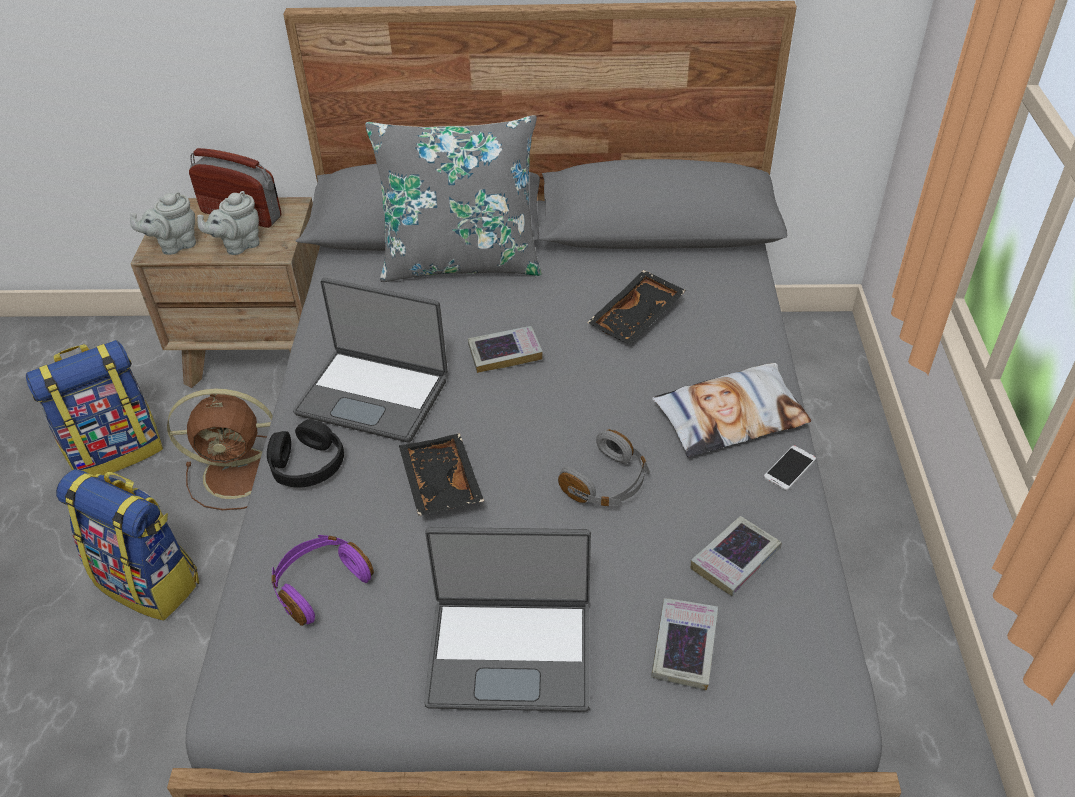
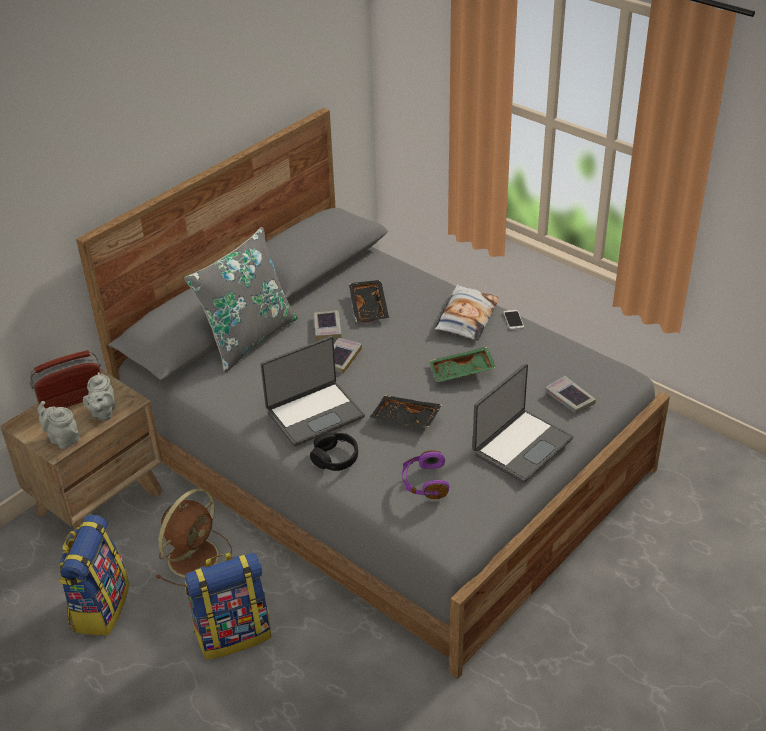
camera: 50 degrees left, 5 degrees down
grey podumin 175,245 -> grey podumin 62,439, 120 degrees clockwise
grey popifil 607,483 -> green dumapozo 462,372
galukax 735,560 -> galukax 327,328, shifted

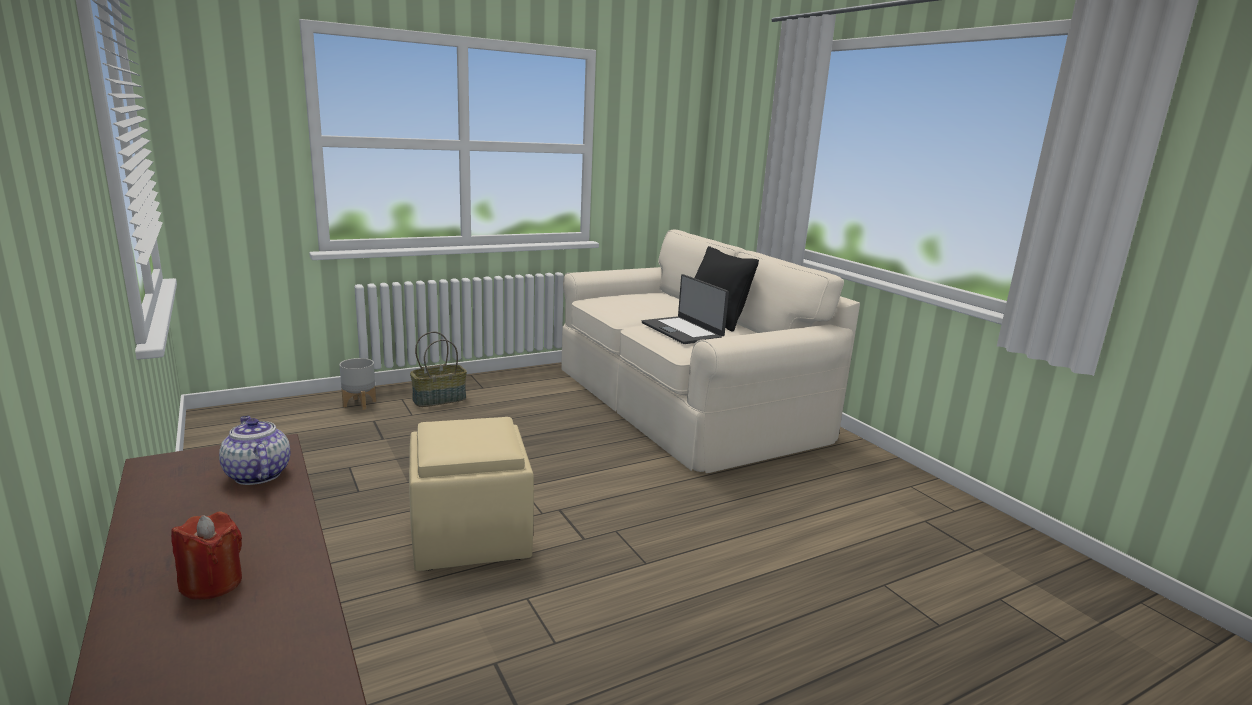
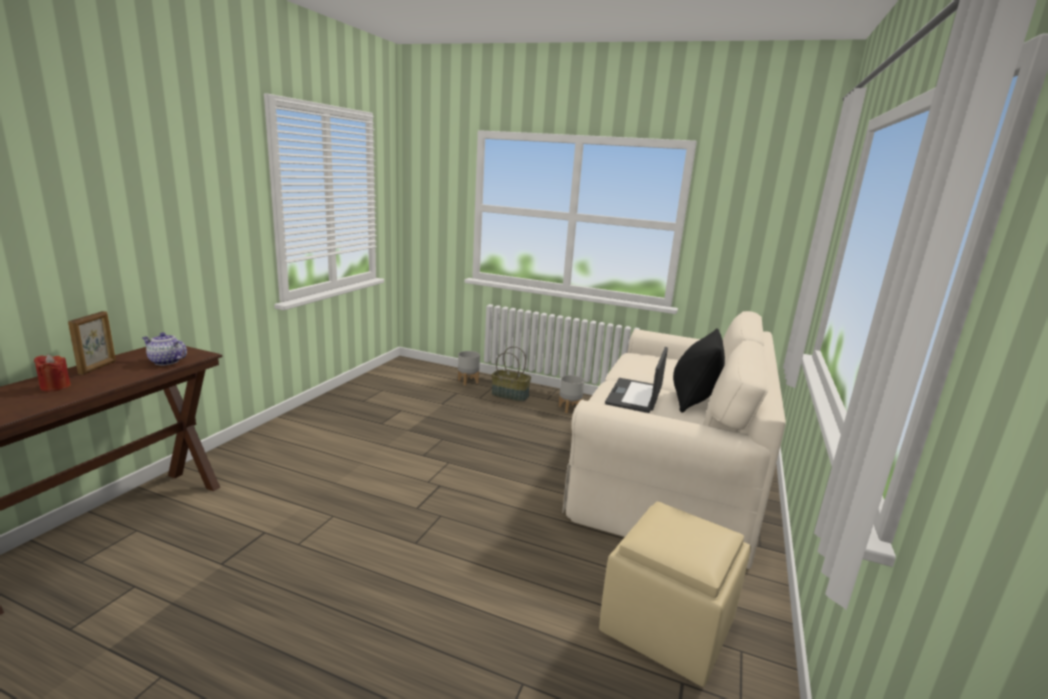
camera: 50 degrees right, 0 degrees up
podumin 257,474 -> podumin 165,362, 90 degrees counterclockwise
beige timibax 469,536 -> beige timibax 666,625, shifted
none -> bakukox 98,367
none -> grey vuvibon 569,408

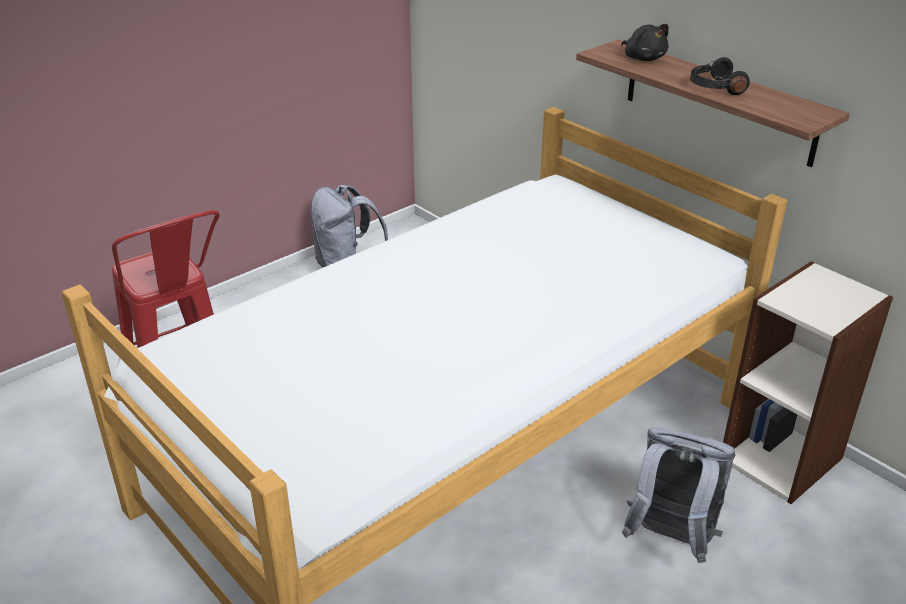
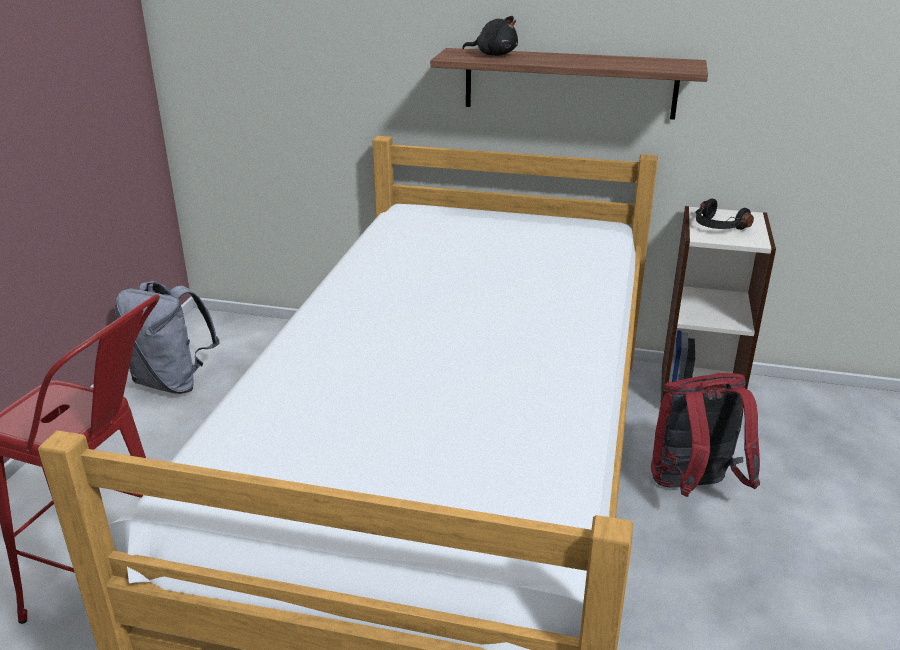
camera: 35 degrees left, 5 degrees down
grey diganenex 670,539 -> red diganenex 693,488
black popifil 714,87 -> black popifil 717,227, shifted

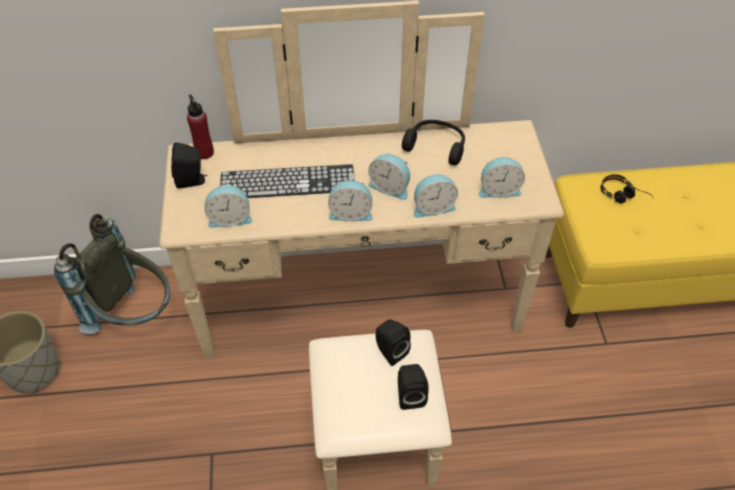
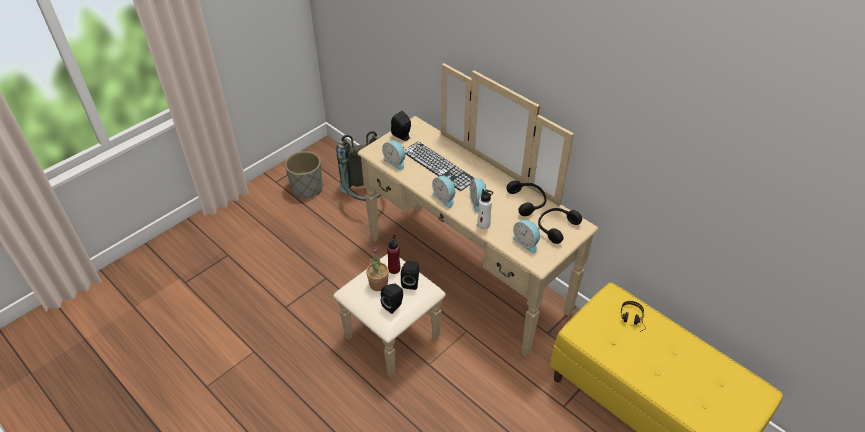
camera: 50 degrees right, 5 degrees down
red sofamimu 204,152 -> red sofamimu 394,269, shifted
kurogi 433,207 -> white sofamimu 483,224
none -> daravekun 378,284
none -> black popifil 556,227

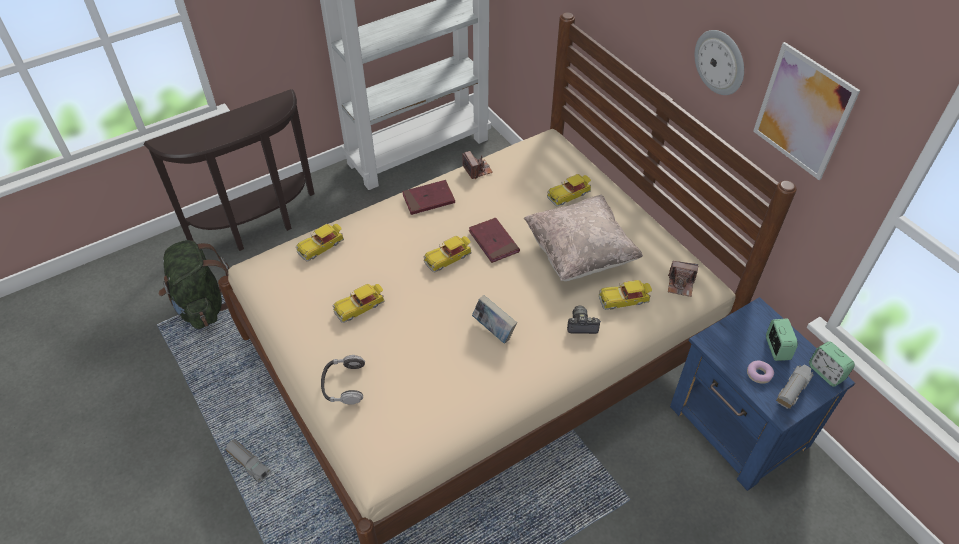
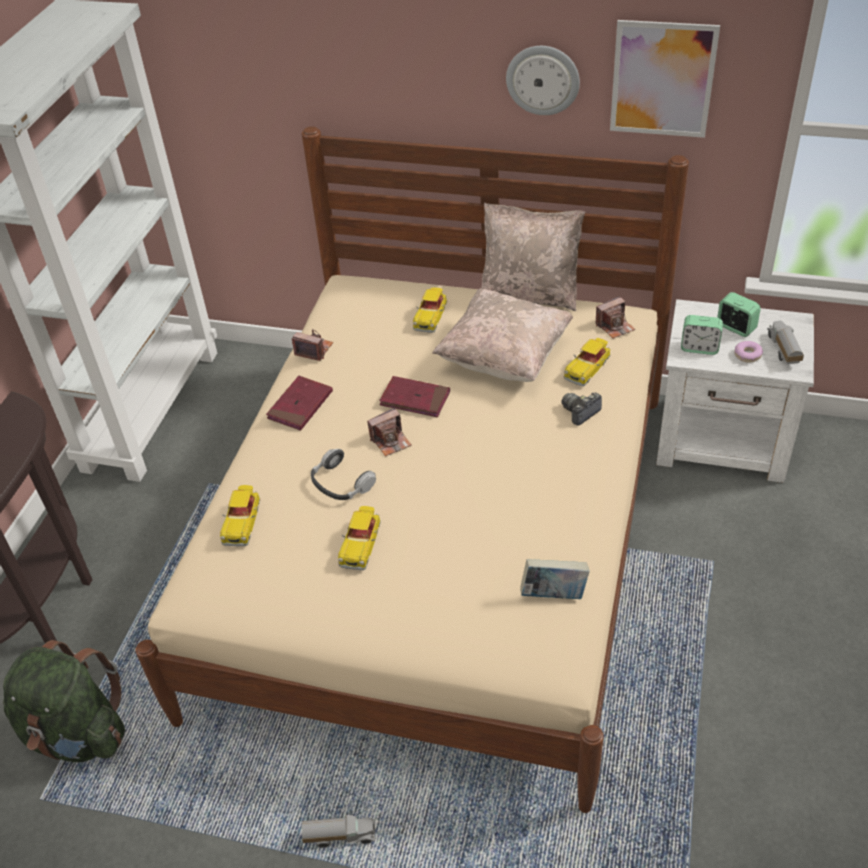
camera: 40 degrees left, 5 degrees down
popifil 343,384 -> popifil 341,483, shifted
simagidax 448,258 -> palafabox 390,441
galukax 493,330 -> galukax 553,595, shifted
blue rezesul 739,428 -> white rezesul 724,441
kurogi 826,372 -> kurogi 699,348, shifted
none -> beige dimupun 530,294

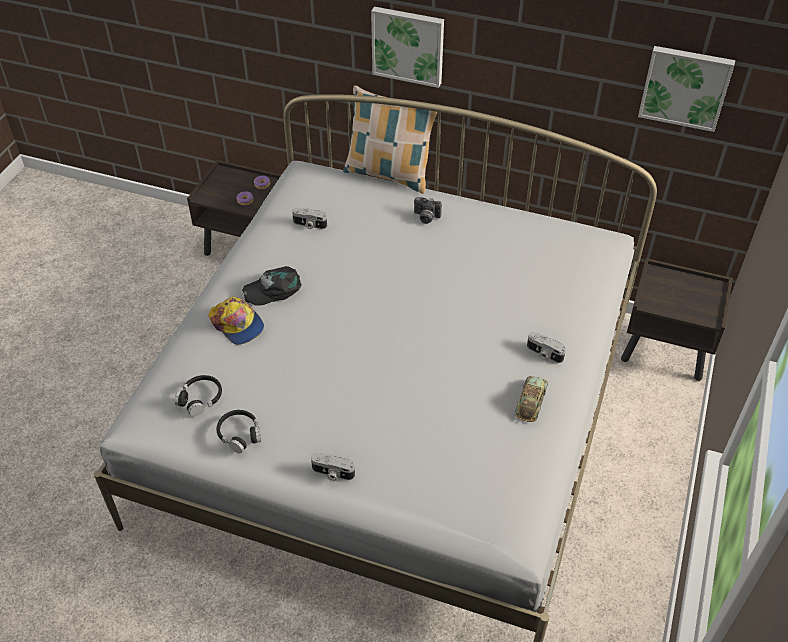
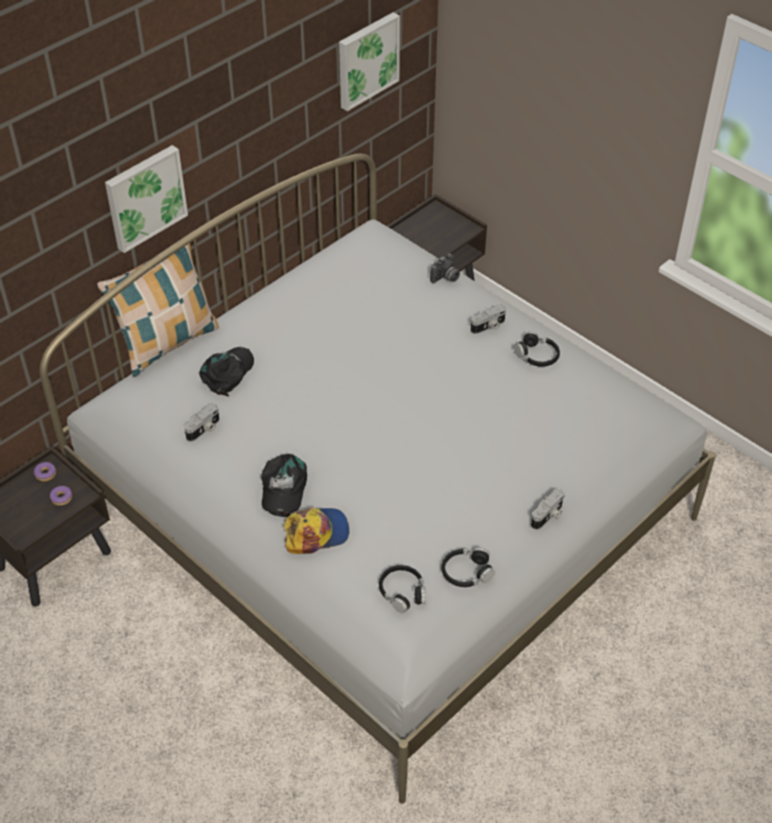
camera: 65 degrees left, 0 degrees up
palafabox 426,218 -> palafabox 446,278, shifted
simagidax 531,401 -> black popifil 537,355
none -> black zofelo 228,372

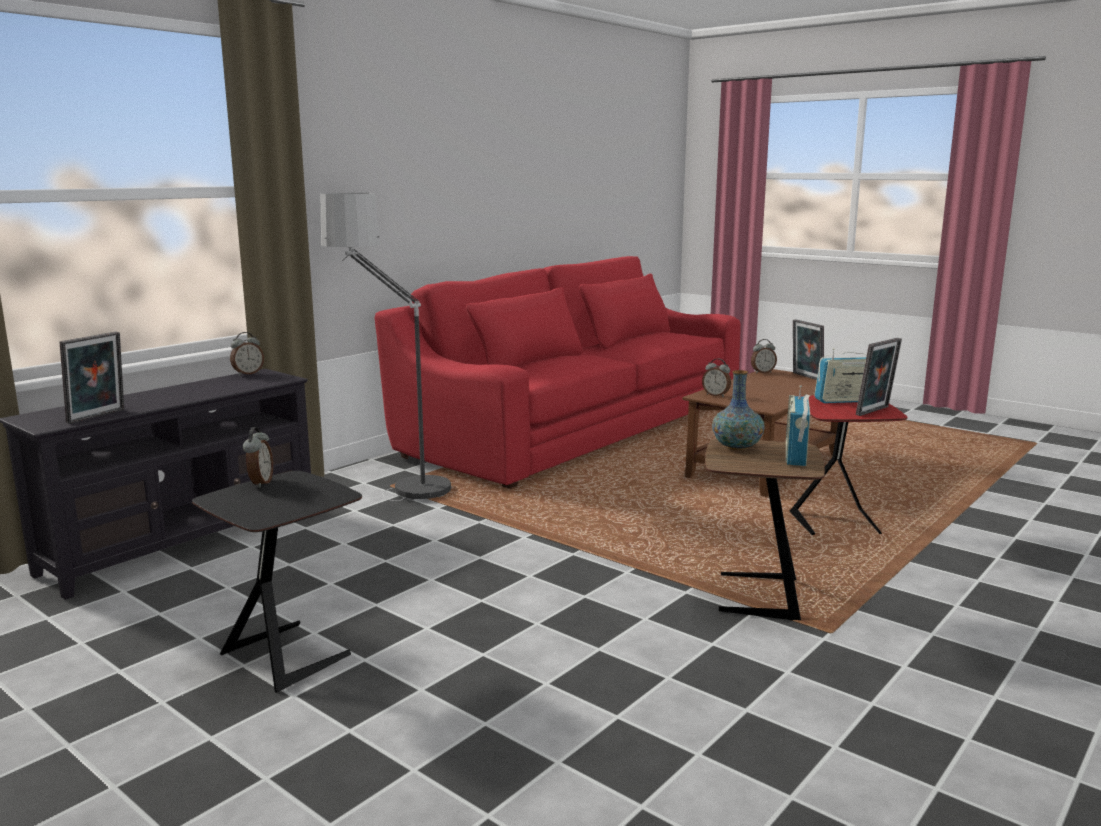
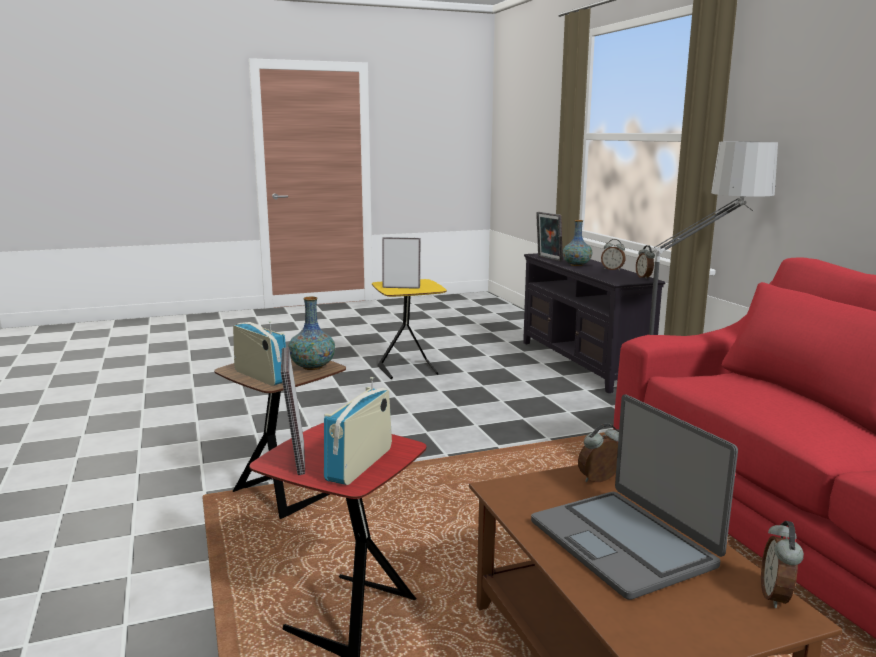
camera: 120 degrees right, 0 degrees up
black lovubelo 289,654 -> yellow lovubelo 409,371
kurogi 260,483 -> kurogi 612,269, shifted
bakukox 806,377 -> bakukox 401,287, shifted
none -> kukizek 623,543
none -> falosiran 576,265

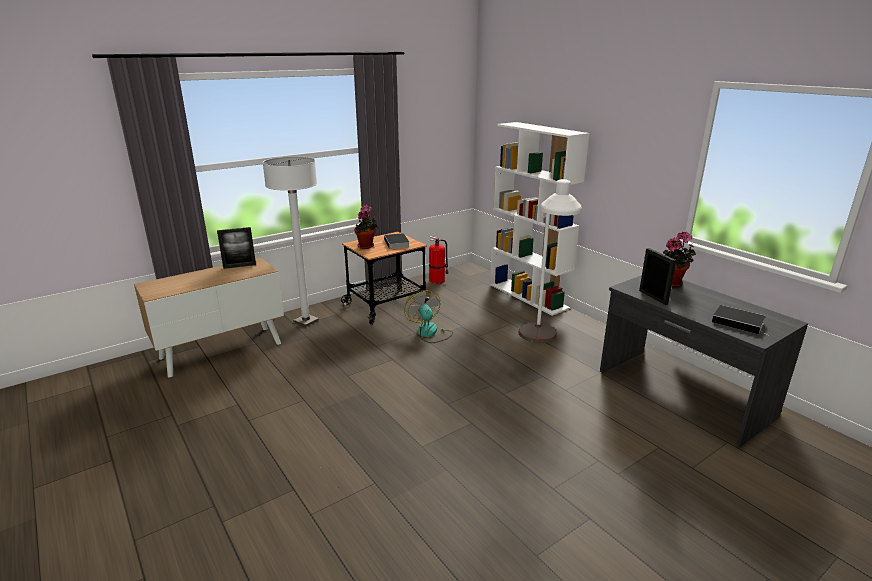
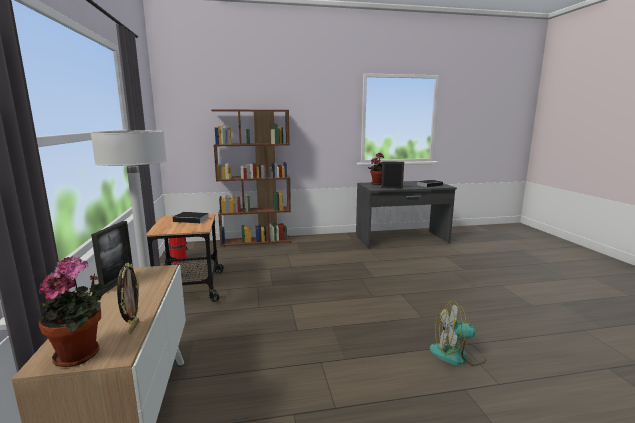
camera: 65 degrees left, 10 degrees down
daravekun 367,246 -> daravekun 81,354, shifted
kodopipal 430,333 -> kodopipal 457,355, shifted
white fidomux 529,296 -> brown fidomux 256,241
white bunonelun 540,347 -> none
none -> bakukox 133,327

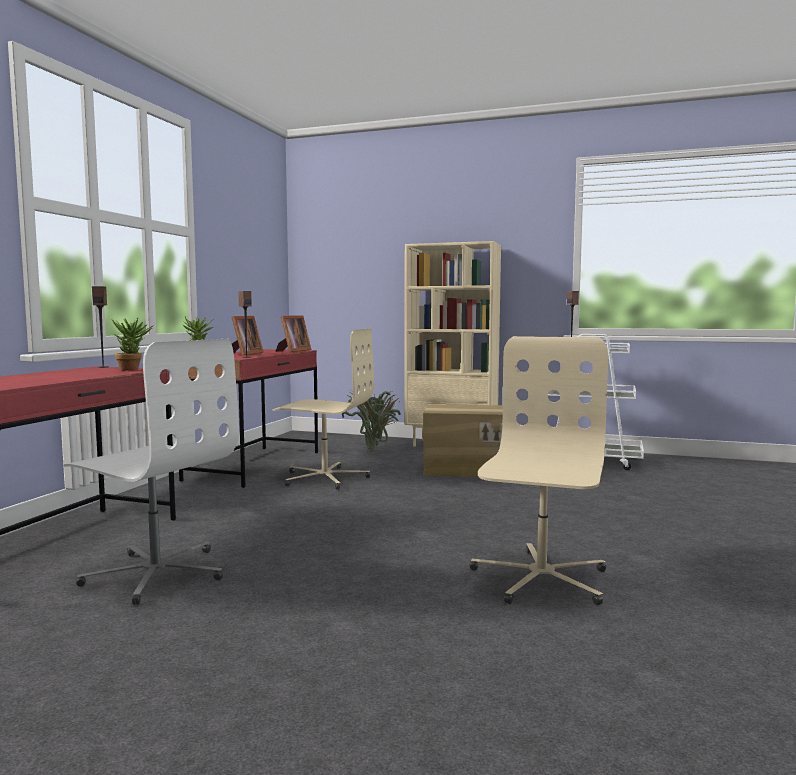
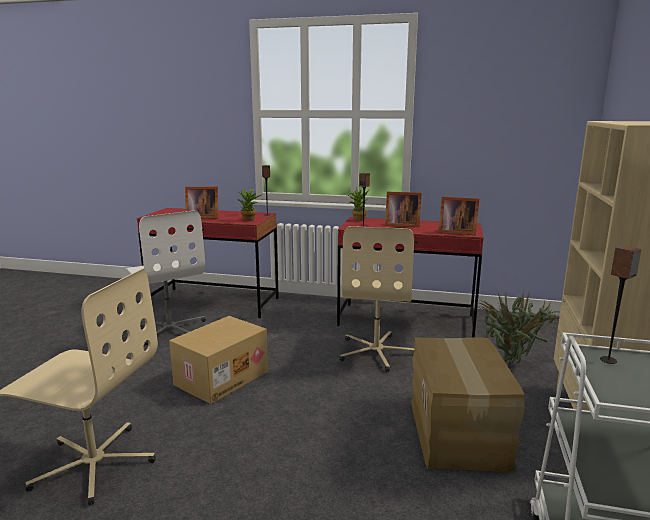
camera: 85 degrees right, 10 degrees up
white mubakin 156,573 -> white mubakin 170,329, 60 degrees counterclockwise
none -> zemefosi 221,377
none -> bakukox 201,217

